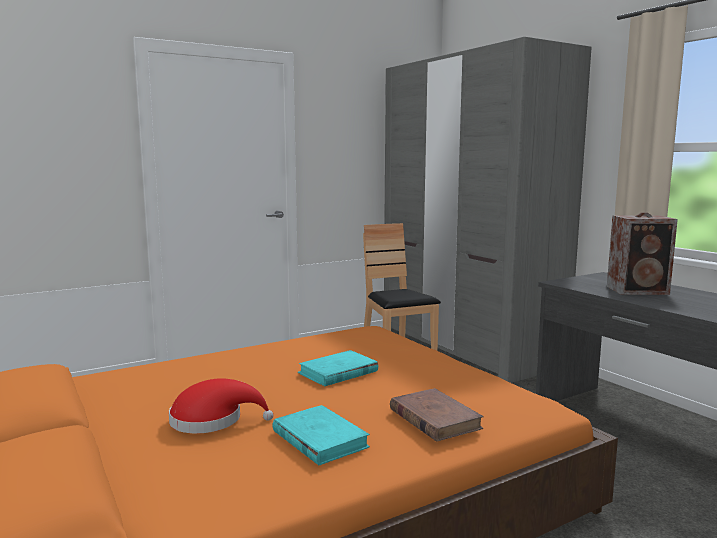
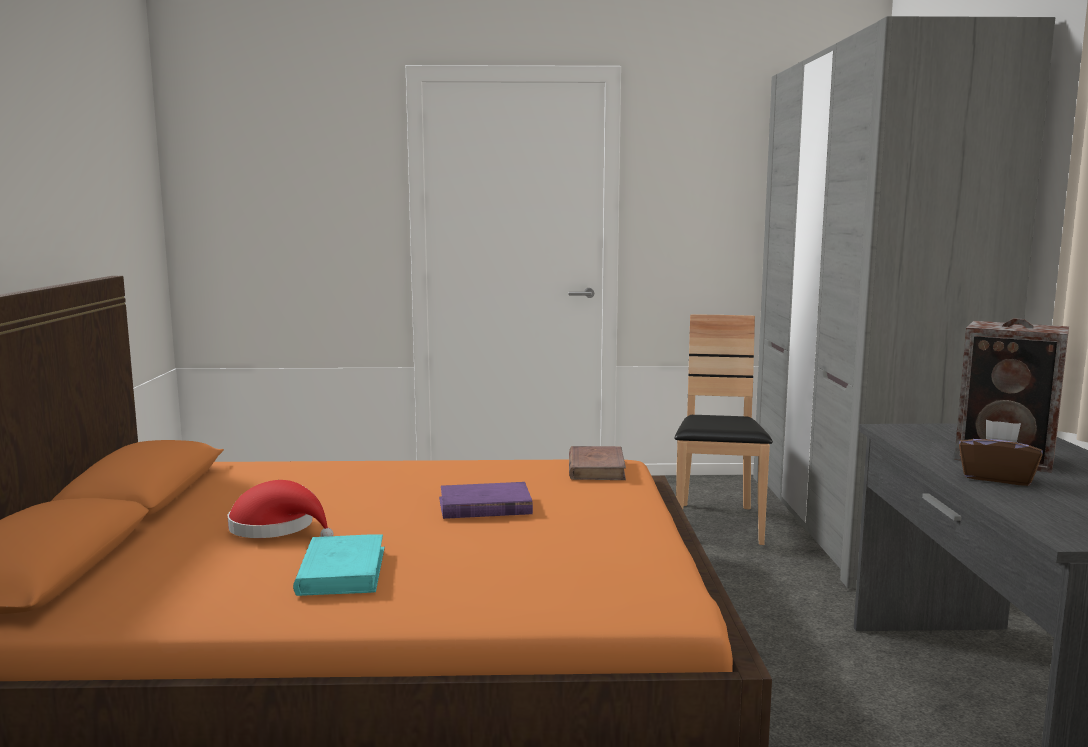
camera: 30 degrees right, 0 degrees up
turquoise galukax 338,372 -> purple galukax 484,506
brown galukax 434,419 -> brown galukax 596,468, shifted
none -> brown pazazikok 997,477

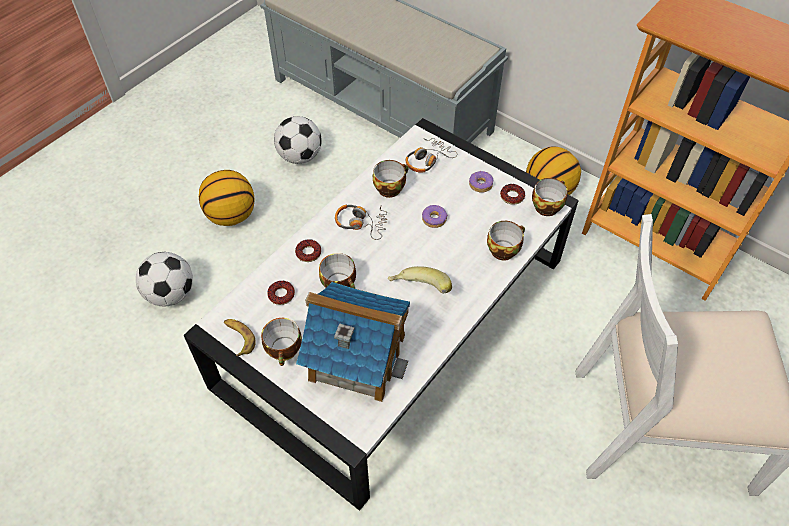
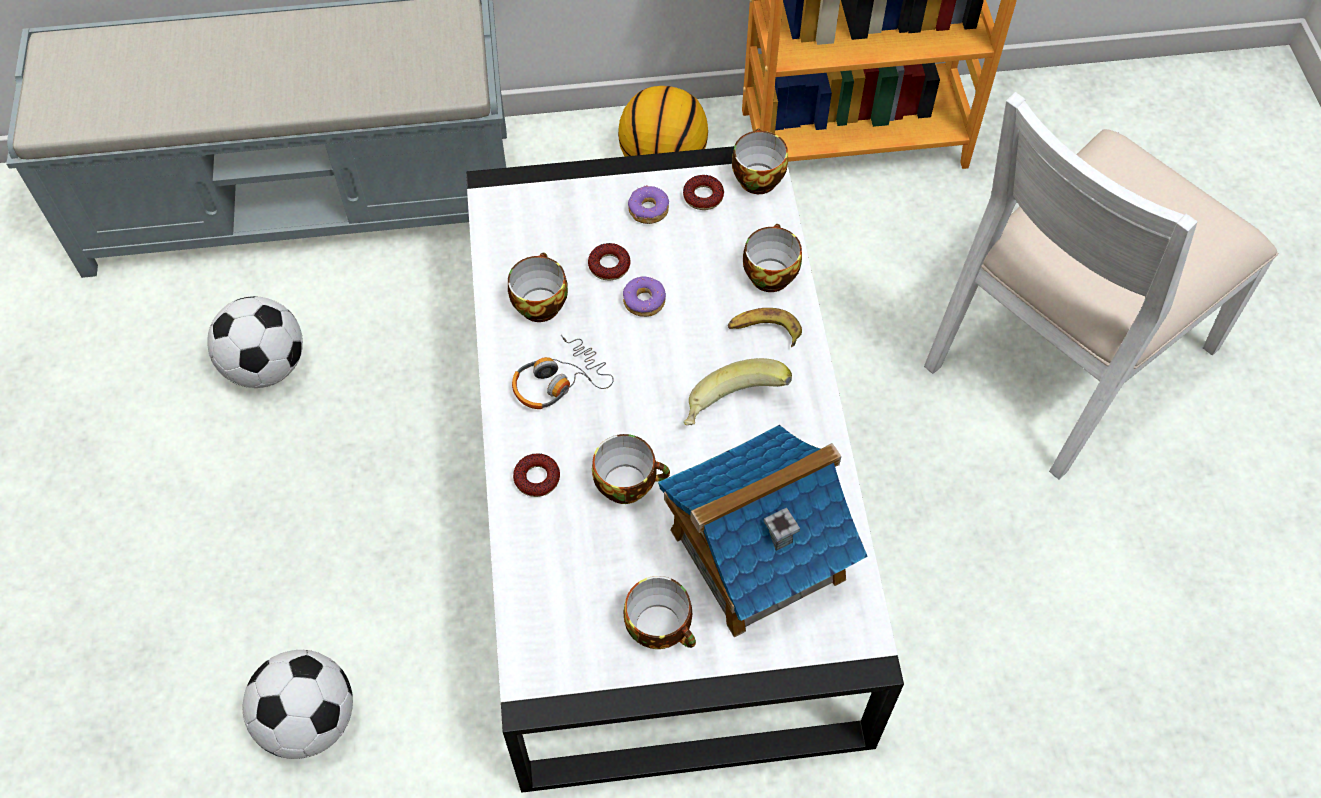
camera: 45 degrees left, 5 degrees up
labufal 231,215 -> none
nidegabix 238,338 -> nidegabix 764,331, shifted
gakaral 281,295 -> gakaral 609,265, shifted
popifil 428,160 -> none

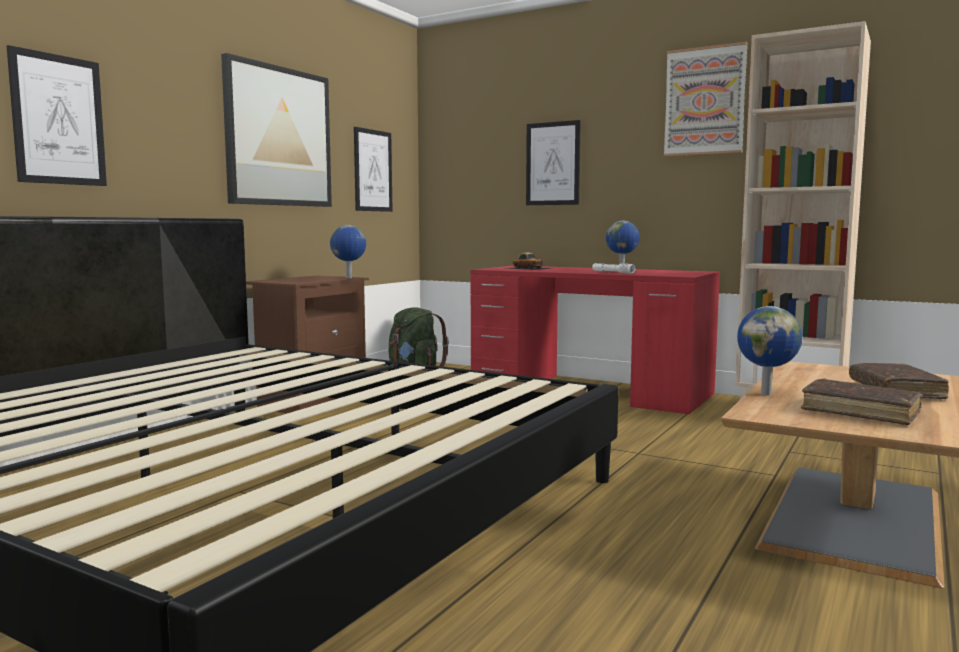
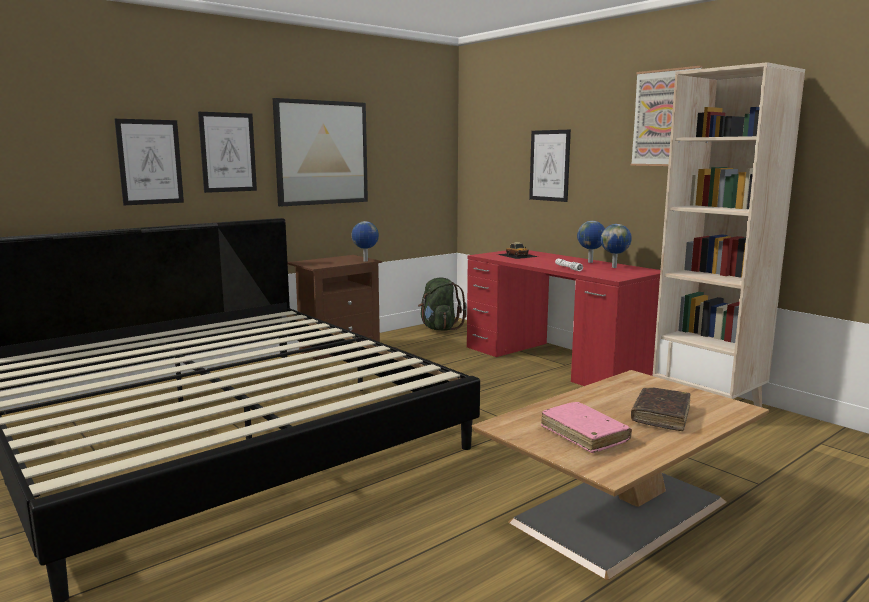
camera: 20 degrees right, 5 degrees up
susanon 373,170 -> susanon 228,152, shifted
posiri 766,394 -> posiri 614,267, shifted
brown galukax 860,412 -> pink galukax 584,435

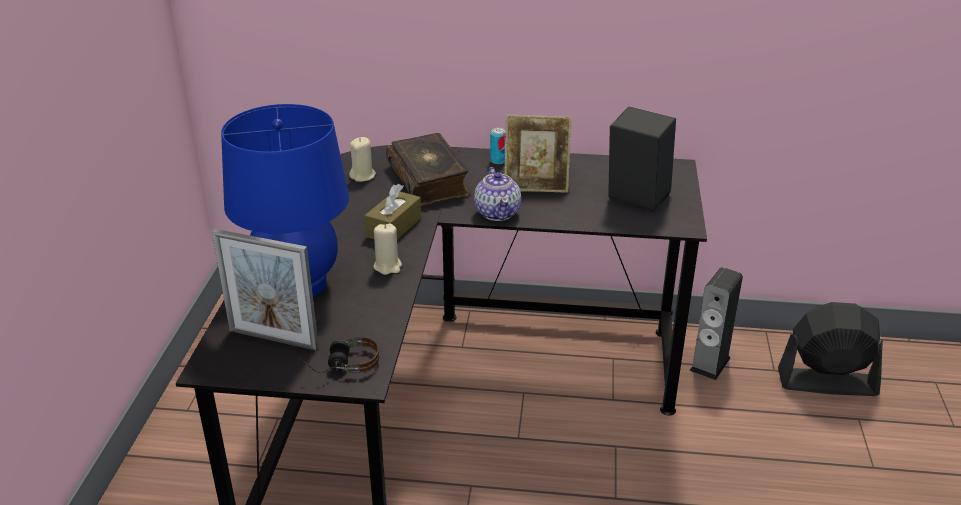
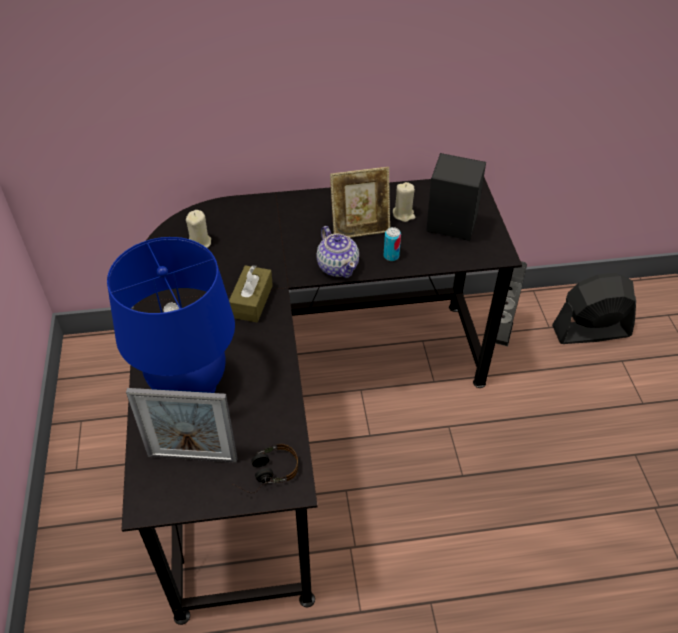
camera: 15 degrees left, 15 degrees up
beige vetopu 388,266 -> beige vetopu 403,214, shifted
galukax 429,180 -> none
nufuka 498,160 -> nufuka 391,256, shifted

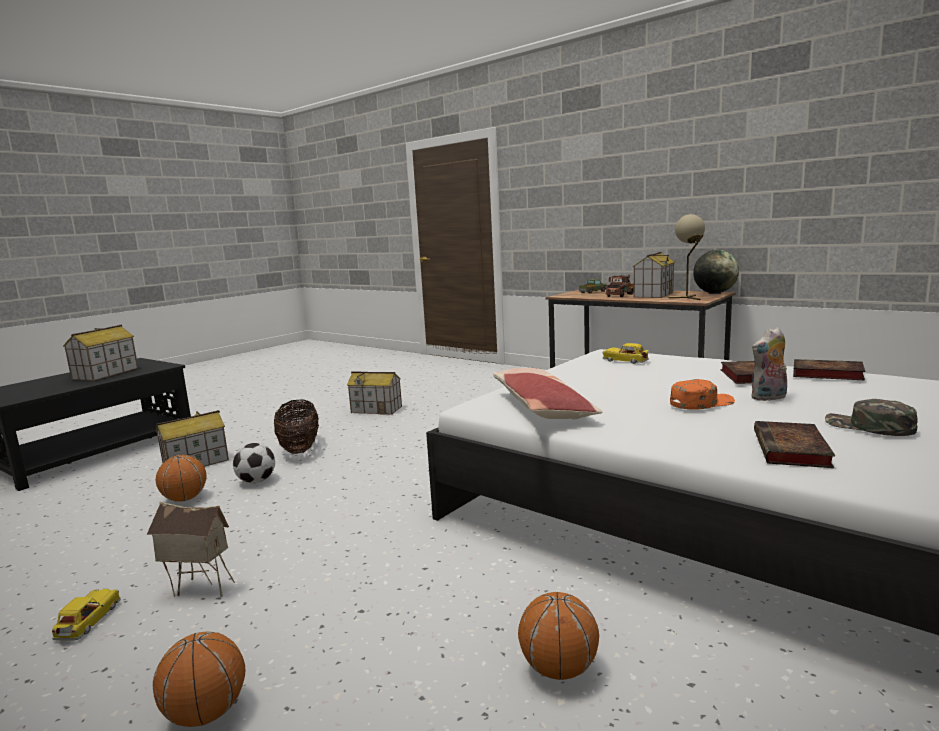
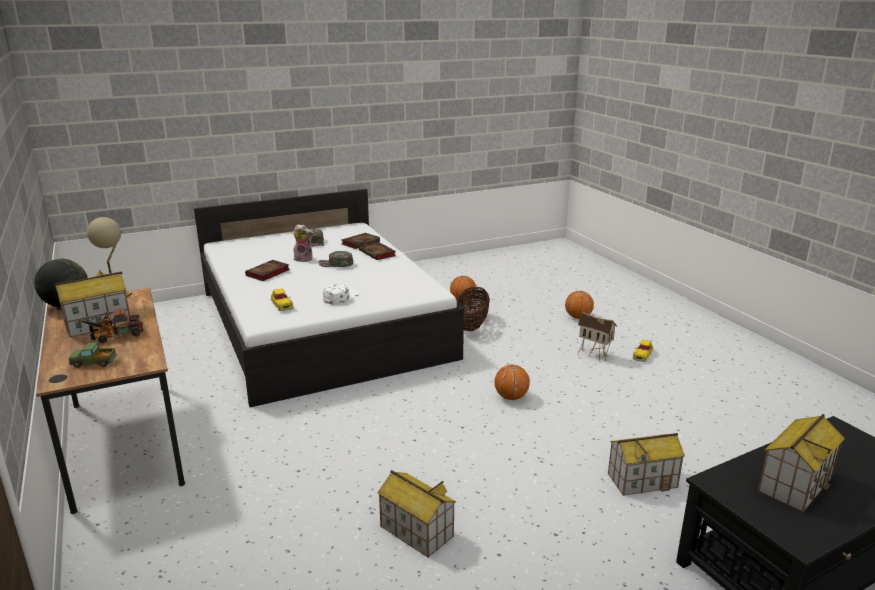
camera: 155 degrees left, 10 degrees up
labufal 185,499 -> labufal 511,397, shifted
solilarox 257,481 -> none
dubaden 299,448 -> dubaden 472,325, shifted
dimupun 542,408 -> none
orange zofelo 701,402 -> green zofelo 335,264
galukax 825,374 -> galukax 378,253, shifted
none -> white zofelo 340,297

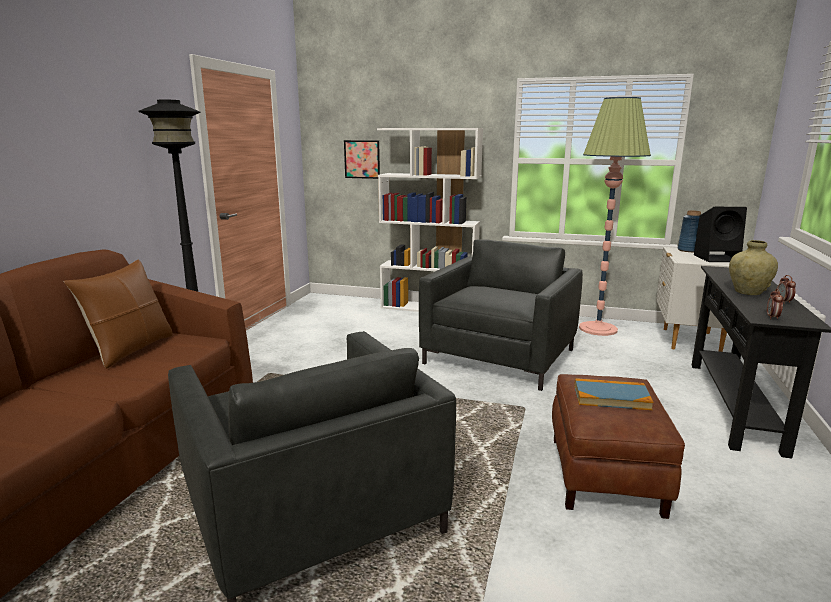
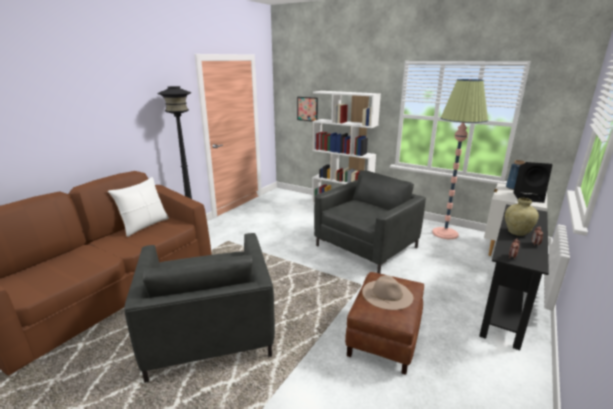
camera: 15 degrees right, 5 degrees up
brown dimupun 130,349 -> white dimupun 144,226
galukax 611,397 -> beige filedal 387,294

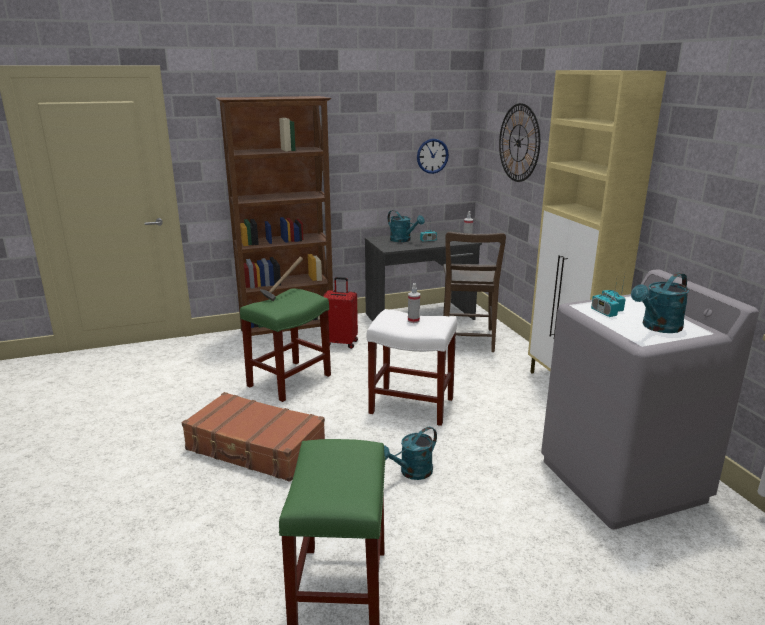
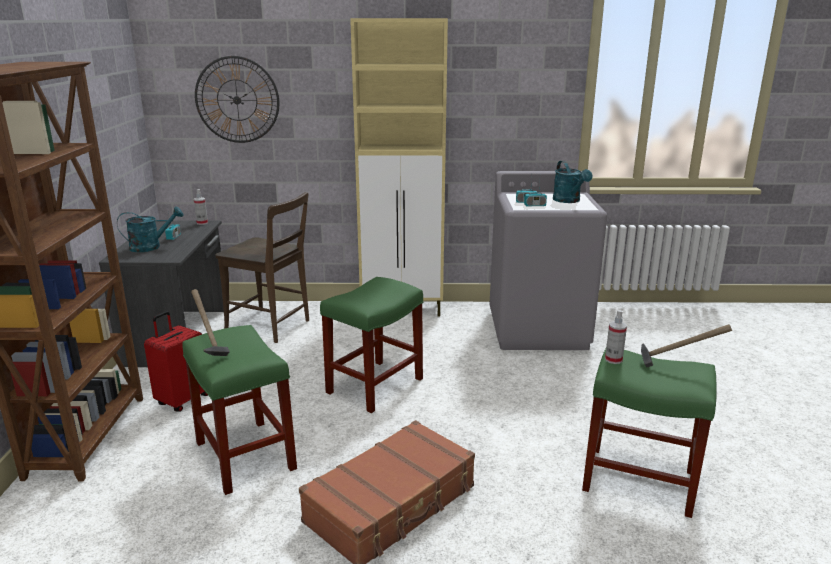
camera: 70 degrees left, 0 degrees up
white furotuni 410,405 -> green furotuni 374,386
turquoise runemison 411,473 -> none
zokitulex 413,320 -> zokitulex 613,359, shifted
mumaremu 432,156 -> none
none -> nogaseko 676,366

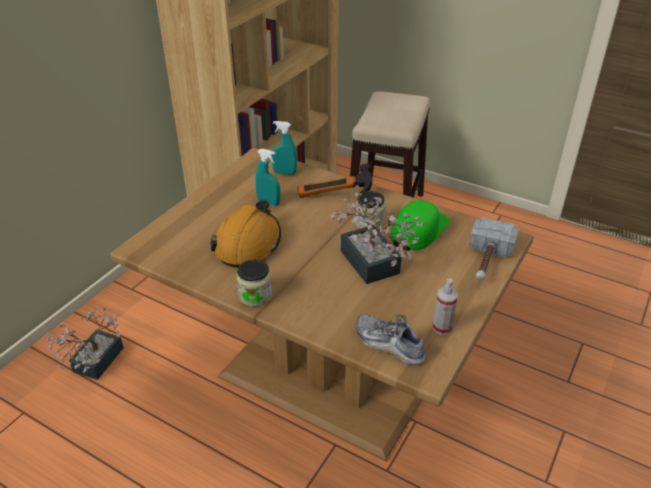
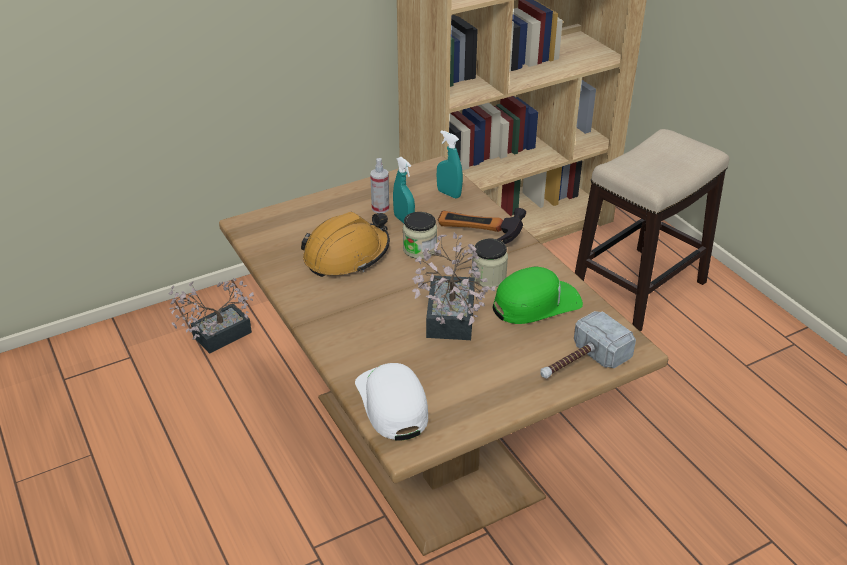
camera: 30 degrees right, 0 degrees up
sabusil 255,295 -> sabusil 419,249, shifted
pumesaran 389,344 -> white zofelo 392,403
zokitulex 442,327 -> zokitulex 380,208, shifted

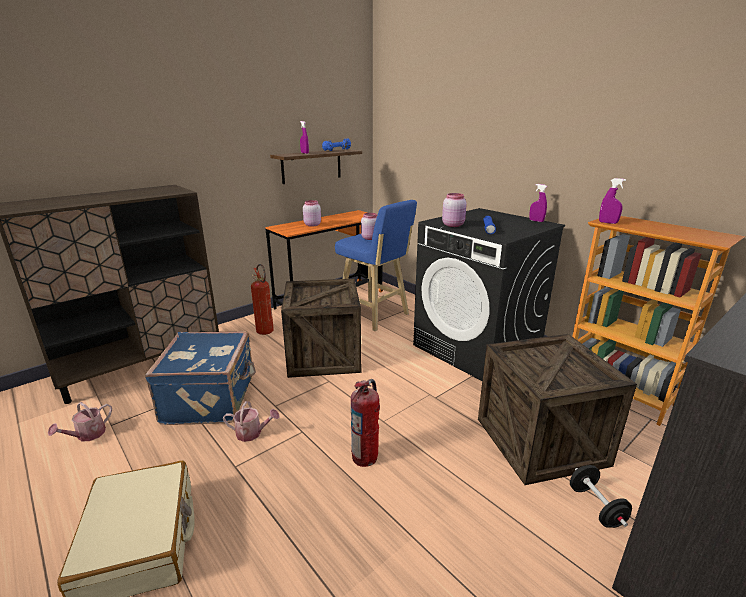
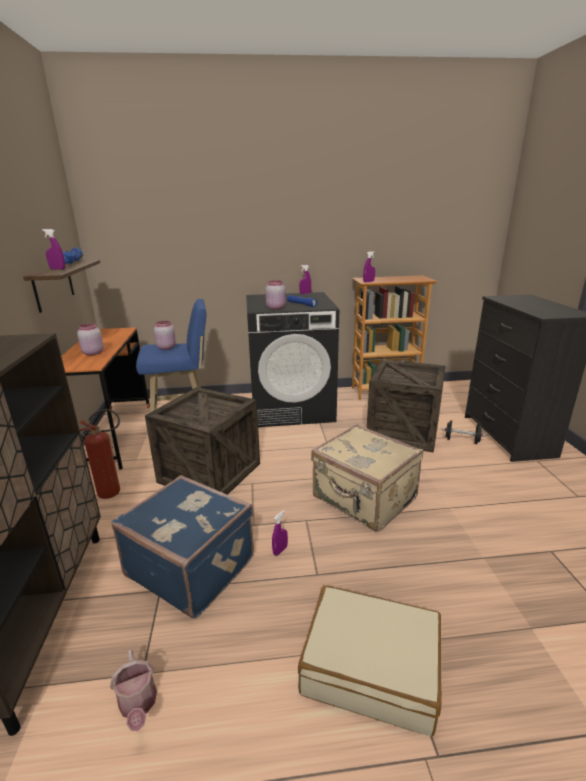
camera: 55 degrees left, 0 degrees up
runemison 252,433 -> purple zokitulex 280,550
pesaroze 365,457 -> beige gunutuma 364,499

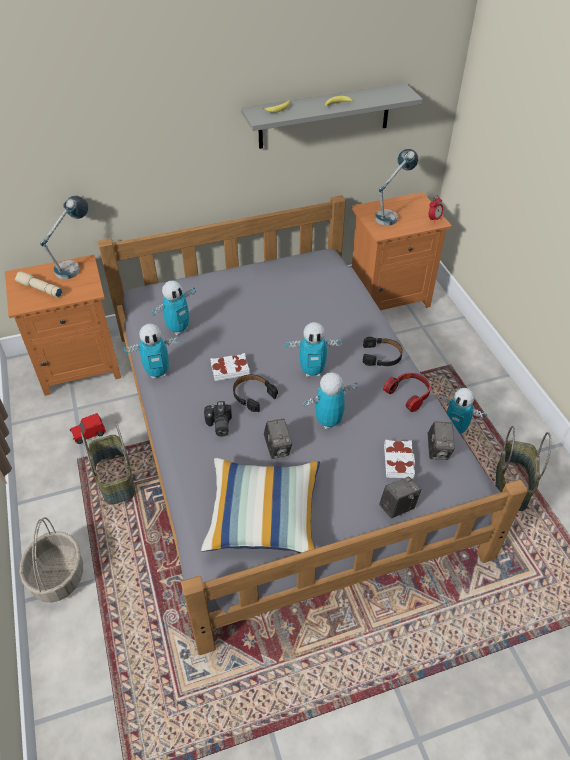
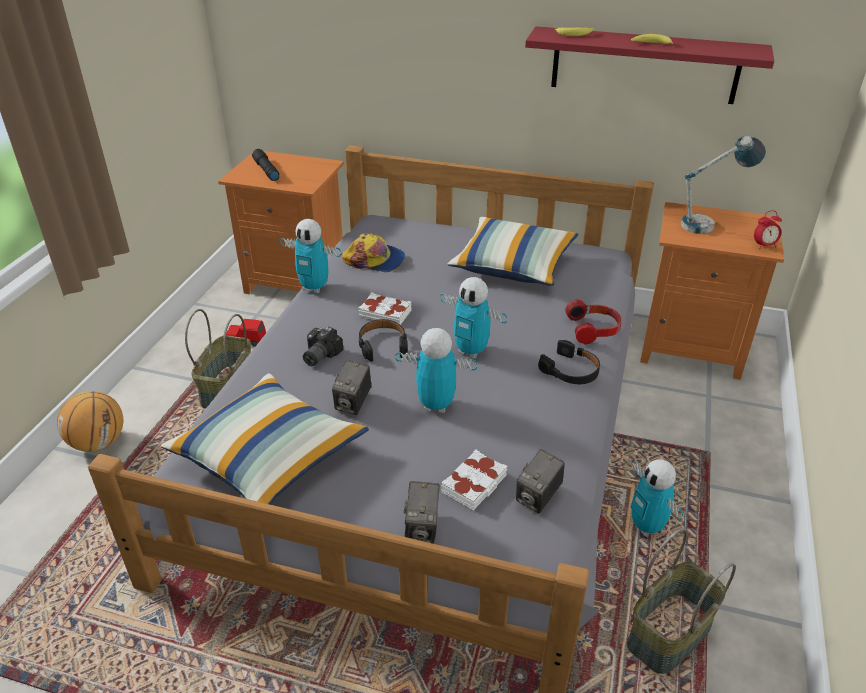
camera: 35 degrees right, 10 degrees down
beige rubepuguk 39,289 -> black rubepuguk 266,170
dubaden 57,576 -> labufal 99,443
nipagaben 75,265 -> none
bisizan 178,329 -> zofelo 375,260
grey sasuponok 324,116 -> red sasuponok 644,65
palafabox 397,506 -> palafabox 422,529, 90 degrees clockwise
popifil 409,394 -> popifil 594,329, shifted
none -> dimupun 513,265

